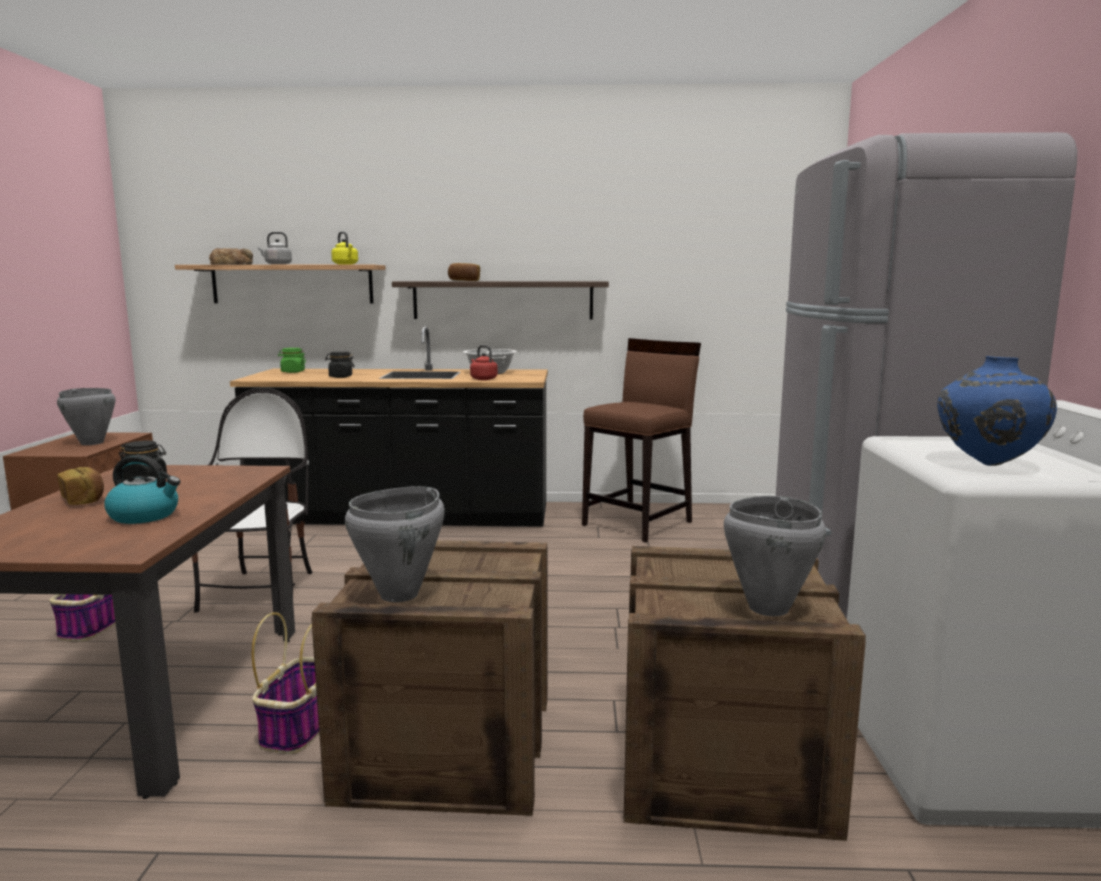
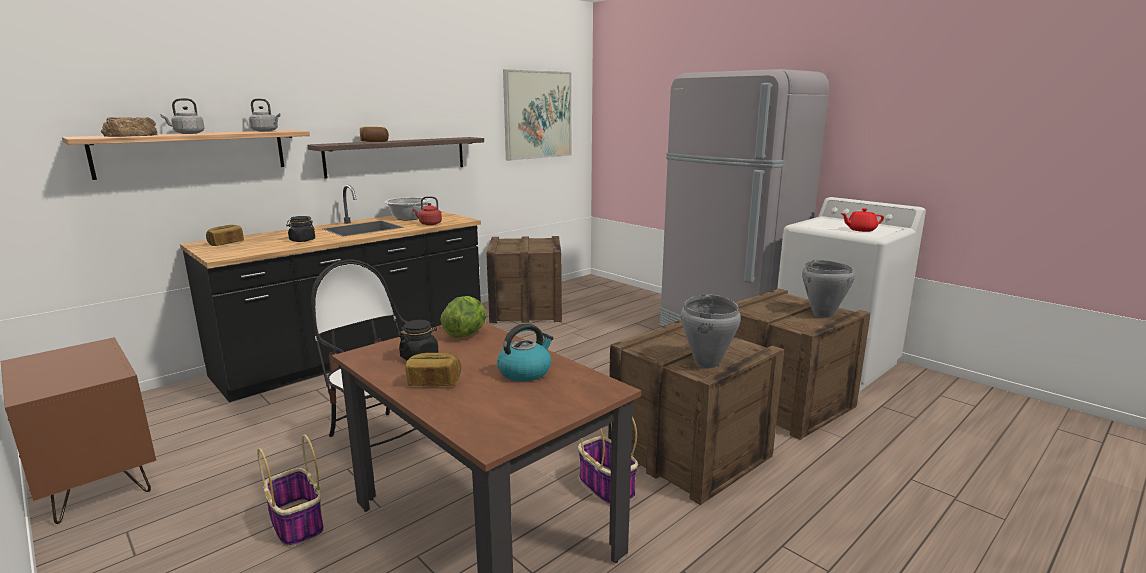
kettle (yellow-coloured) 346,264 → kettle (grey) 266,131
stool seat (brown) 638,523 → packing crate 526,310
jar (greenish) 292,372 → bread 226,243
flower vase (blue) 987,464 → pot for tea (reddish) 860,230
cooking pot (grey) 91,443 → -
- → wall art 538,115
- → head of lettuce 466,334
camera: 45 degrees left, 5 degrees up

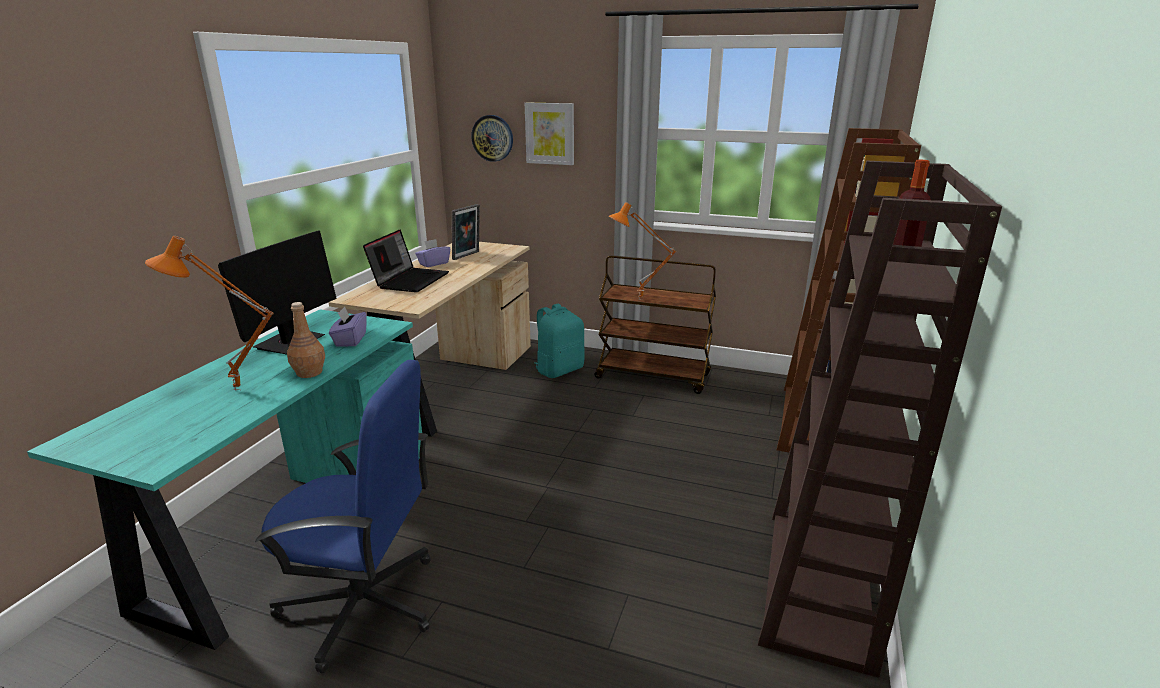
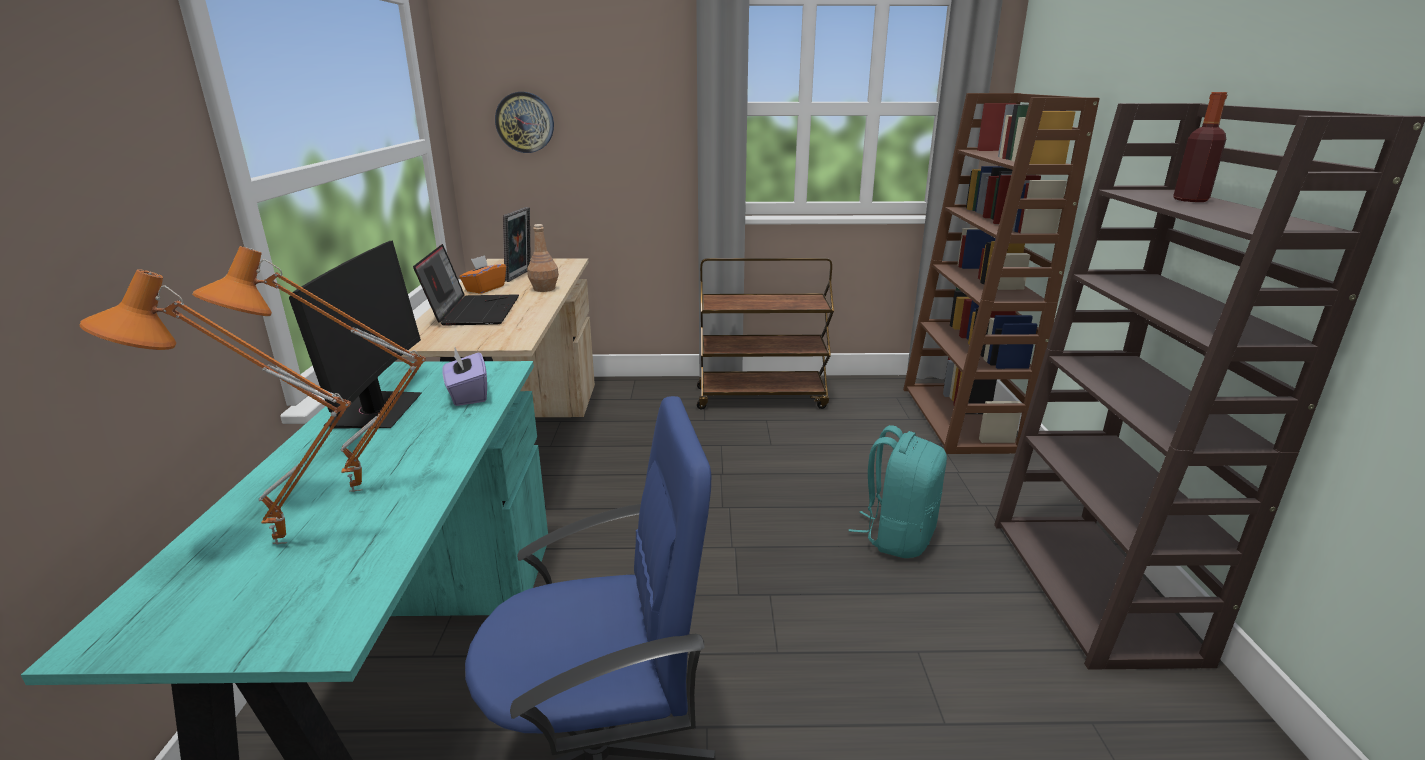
wall art 550,133 → -
table lamp (orange-coloured) 639,300 → table lamp (orange-coloured) 277,547, moved
tissue box (purplish) 433,263 → tissue box (orange-coloured) 485,288
beverage bottle (brown) 309,373 → beverage bottle (brown) 544,289, moved
rucksack (blue-green) 559,370 → rucksack (blue-green) 898,536, moved
camera: 20 degrees left, 0 degrees up

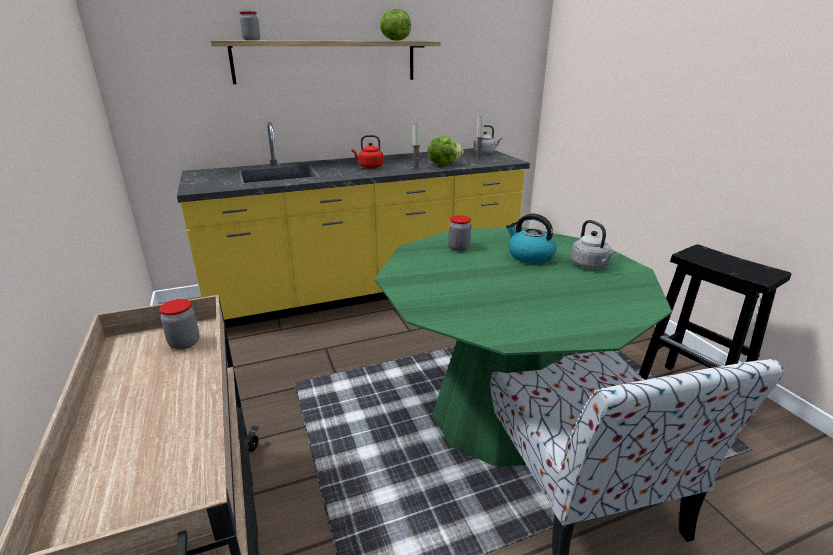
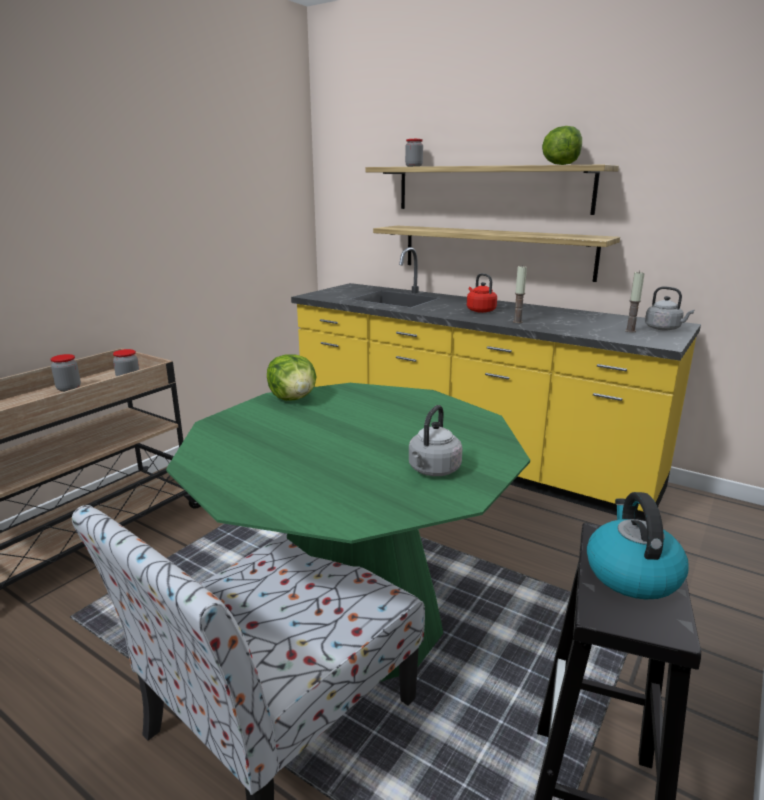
head of lettuce 443,164 → head of lettuce 293,398, moved
kettle 529,256 → kettle 631,574, moved
jar 459,248 → jar 69,388, moved
- → shelf 495,251
camera: 55 degrees right, 5 degrees down

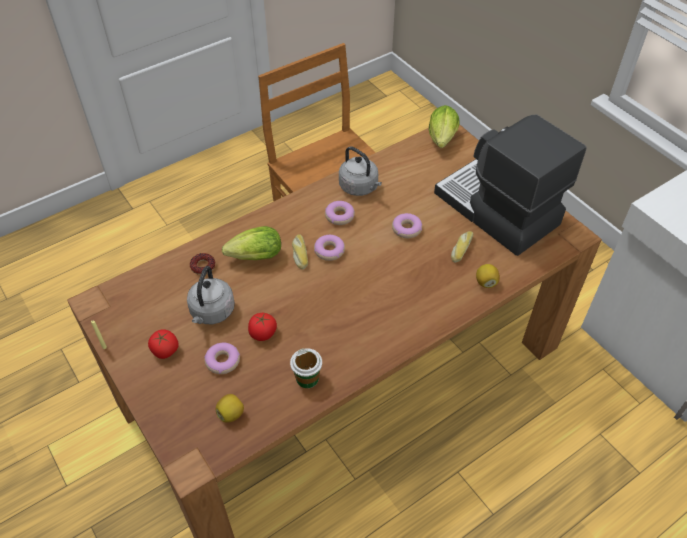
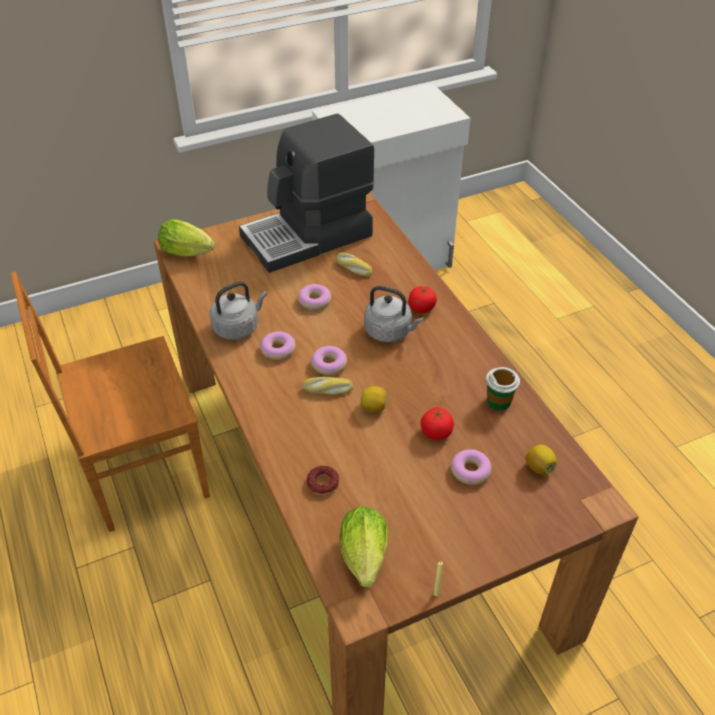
head of lettuce 253,257 → head of lettuce 364,561, moved
citrus fruit 486,282 → citrus fruit 374,407, moved
kettle (grey) 211,312 → kettle (grey) 390,332, moved
tomato 165,350 → tomato 421,308, moved
camera: 80 degrees left, 5 degrees down

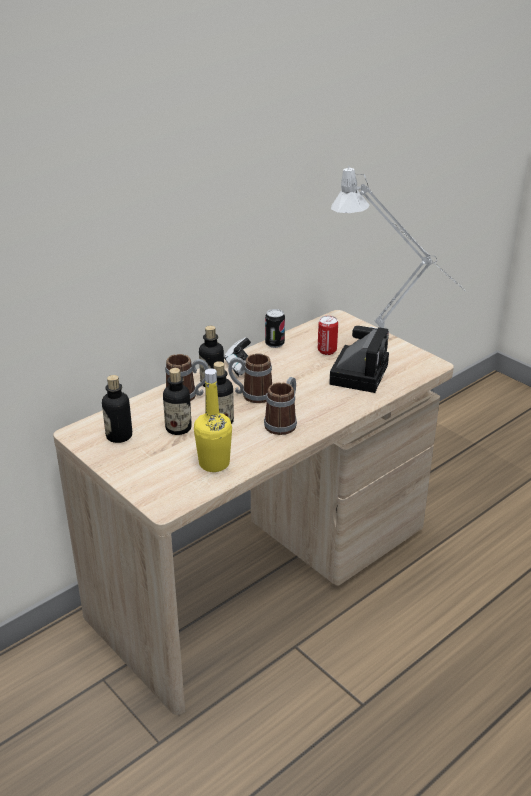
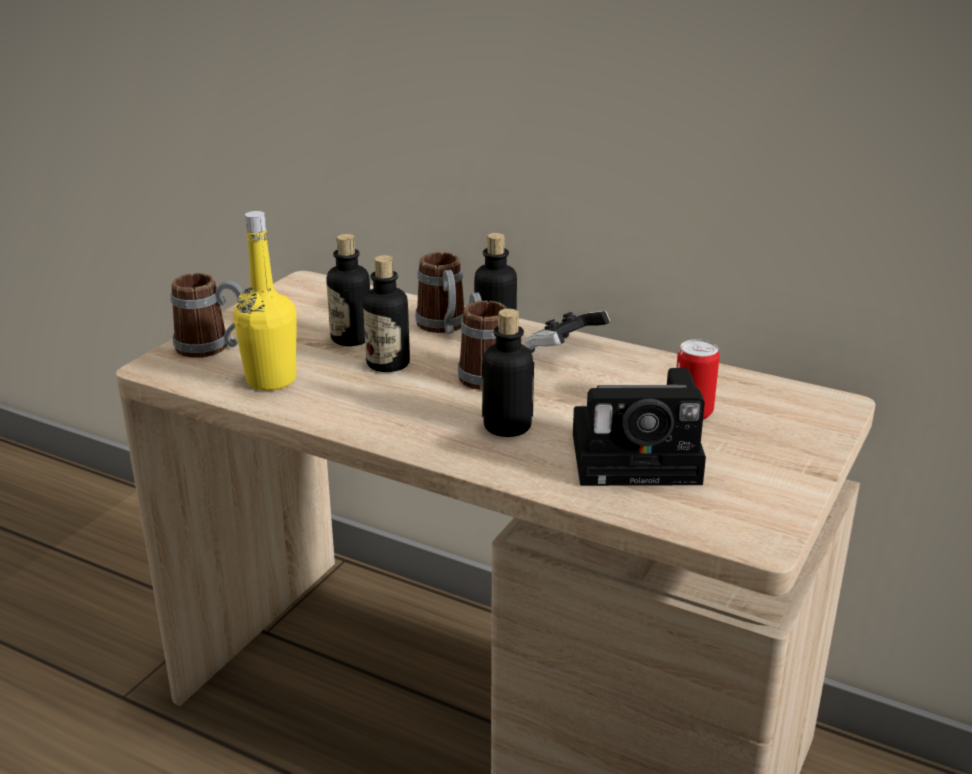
table lamp (grey) 389,345 → -
can 274,344 → -
beverage bottle 119,436 → beverage bottle 507,426, moved
tea mug 283,422 → tea mug 212,347, moved
camera: 70 degrees right, 5 degrees down

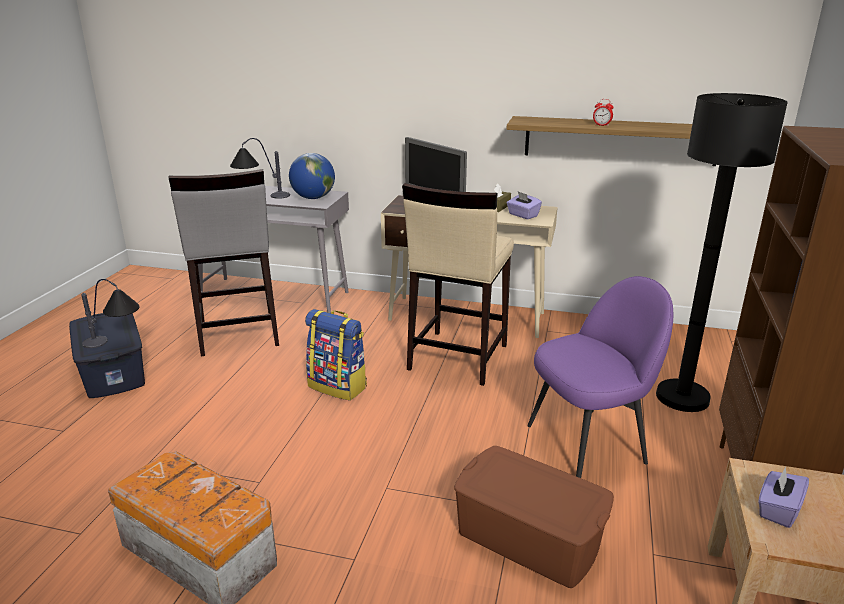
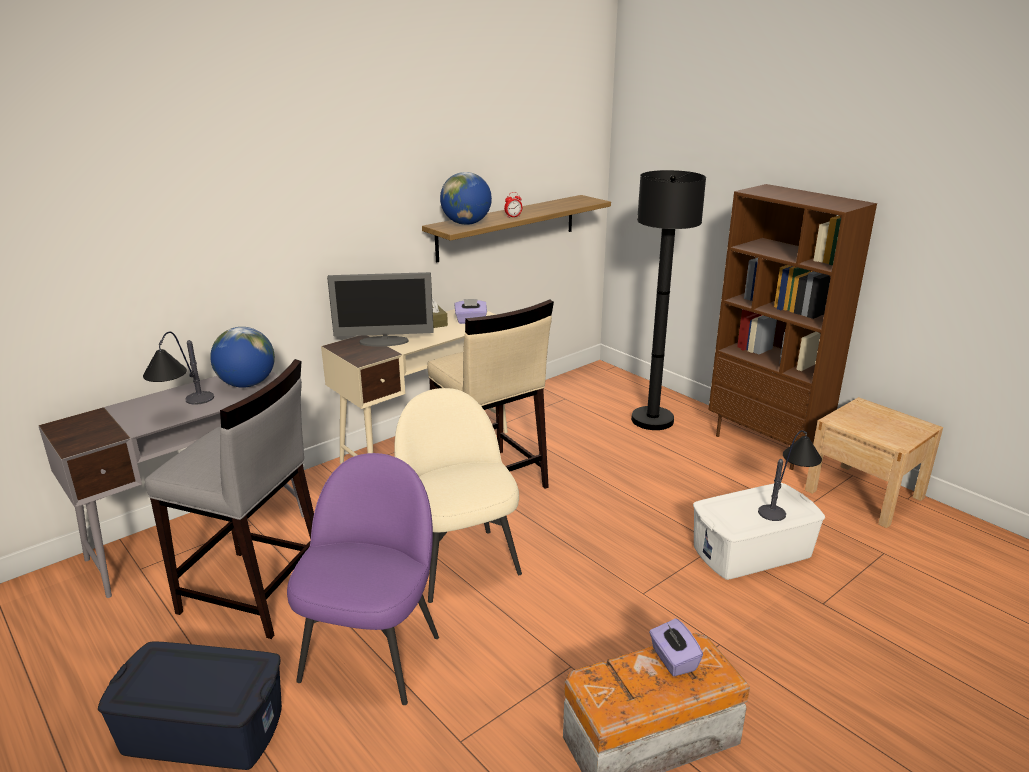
chair (purplish) 588,443 → chair (purplish) 372,655, moved
table lamp 116,345 → table lamp 786,502, moved
rucksack 338,386 → chair (sand-coloured) 459,562
storage box (brown) 528,538 → storage box (whitish) 752,551
tissue box (purplish) 778,509 → tissue box (purplish) 673,660, moved
- → desk globe 466,223
camera: 55 degrees left, 0 degrees up

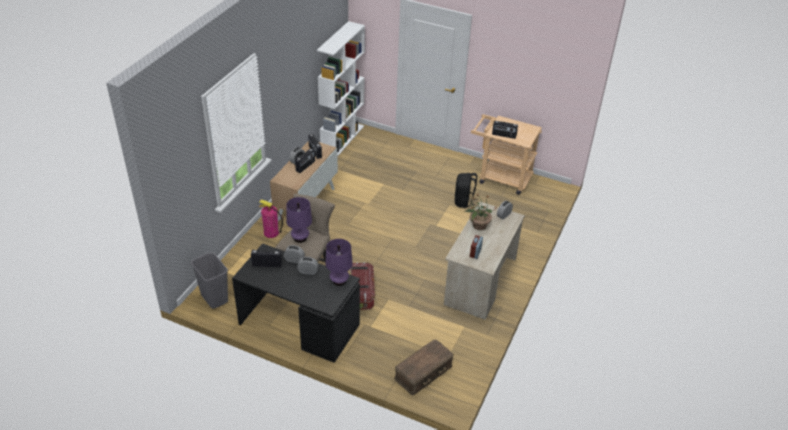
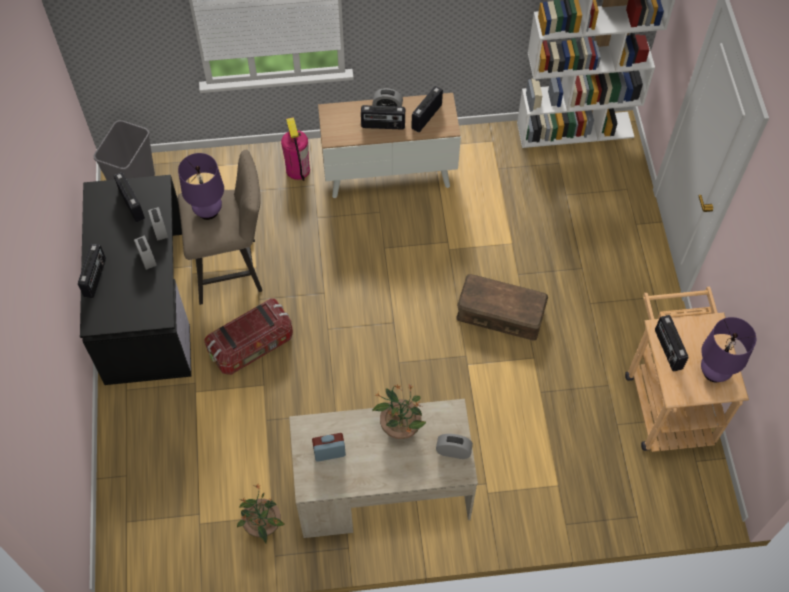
rucksack (black-coloured) 464,201 → -
table lamp (purplish) 339,281 → table lamp (purplish) 714,372, moved
storage box (brown) 423,372 → storage box (brown) 500,314, moved
- → radio 95,278
- → houseplant 263,525
camera: 60 degrees right, 20 degrees up

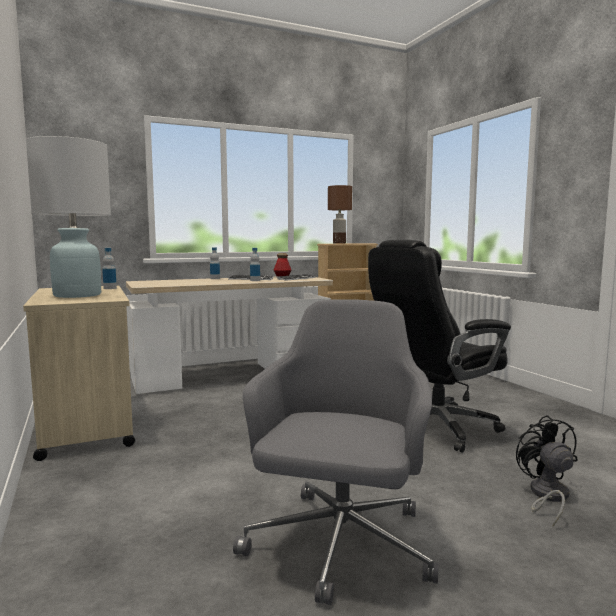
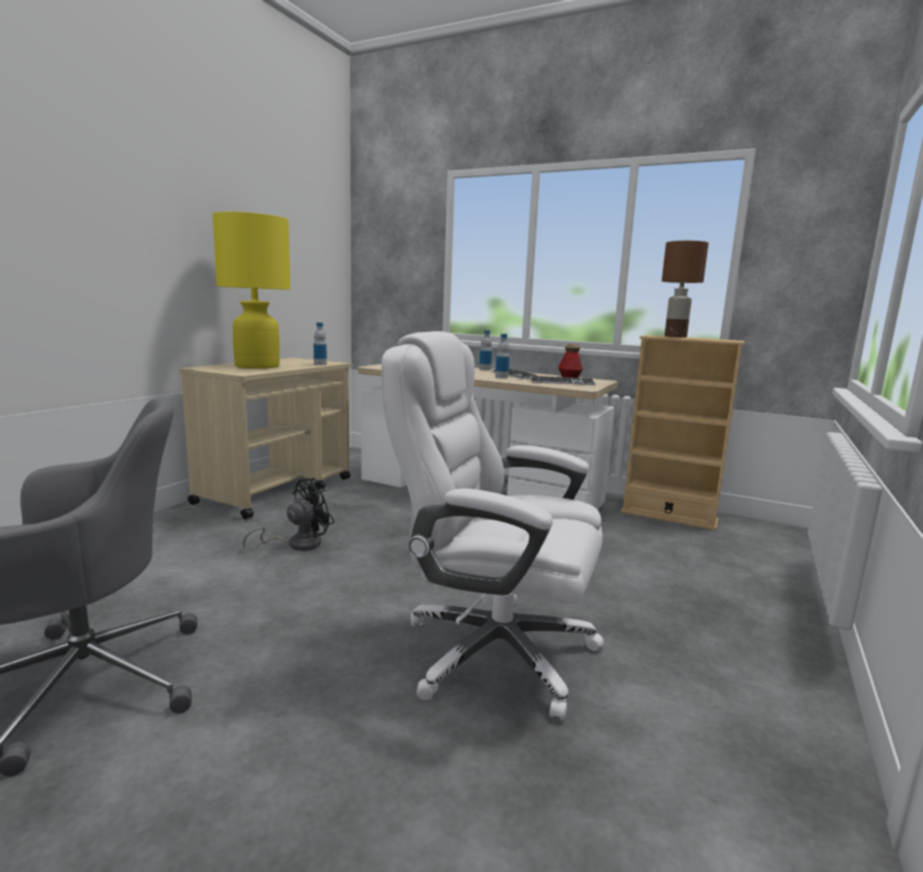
table lamp (whitish) 77,295 → table lamp (yellow-coloured) 257,366
desk chair (black-coloured) 433,427 → desk chair (whitish) 493,651
cooling fan (black-coloured) 546,496 → cooling fan (black-coloured) 297,544, moved
camera: 50 degrees right, 5 degrees up

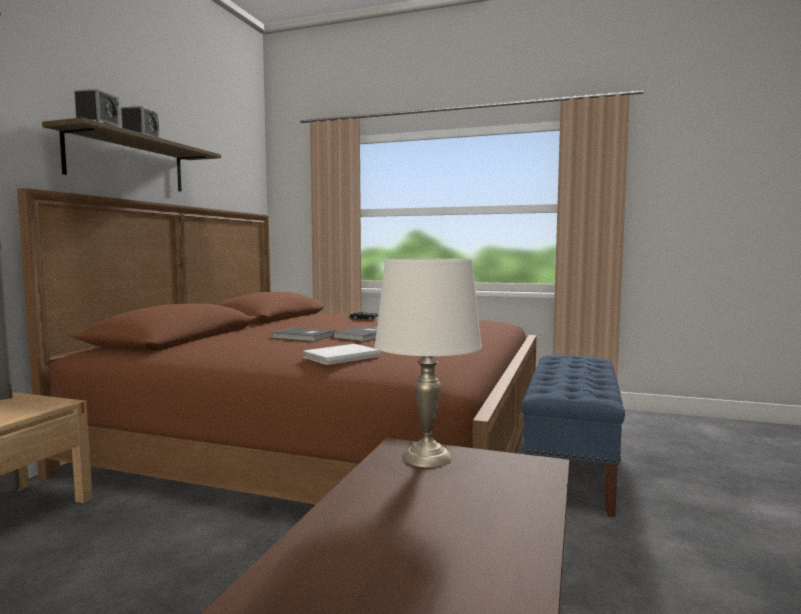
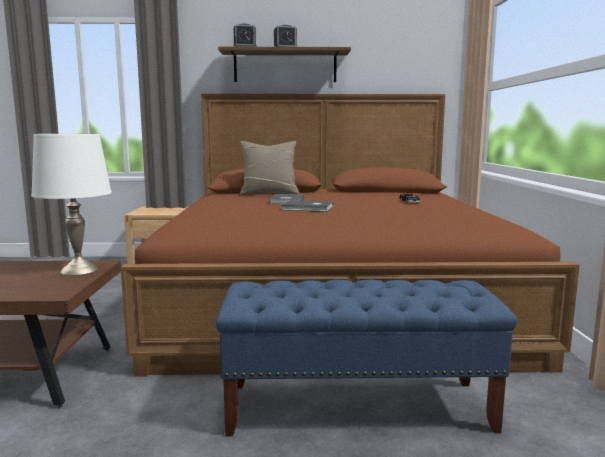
bound book (whitish) 339,356 → -
- → pillow (sand-coloured) 269,193
camera: 70 degrees right, 5 degrees up

